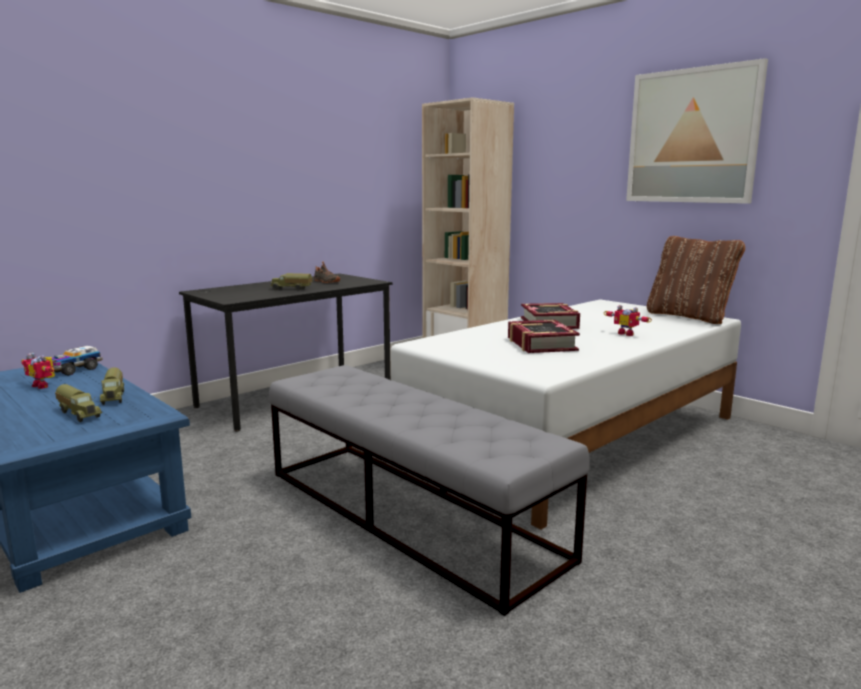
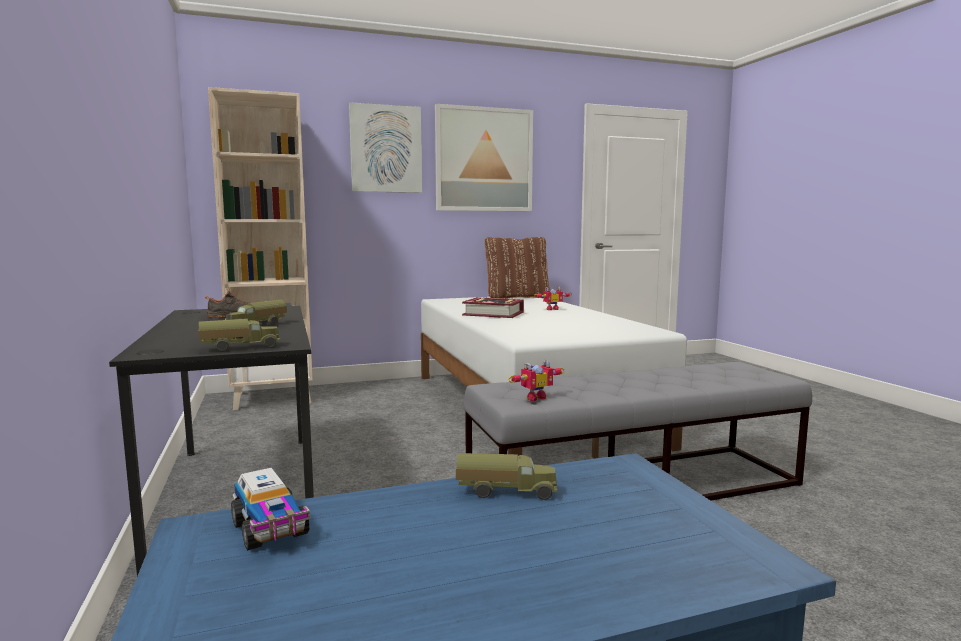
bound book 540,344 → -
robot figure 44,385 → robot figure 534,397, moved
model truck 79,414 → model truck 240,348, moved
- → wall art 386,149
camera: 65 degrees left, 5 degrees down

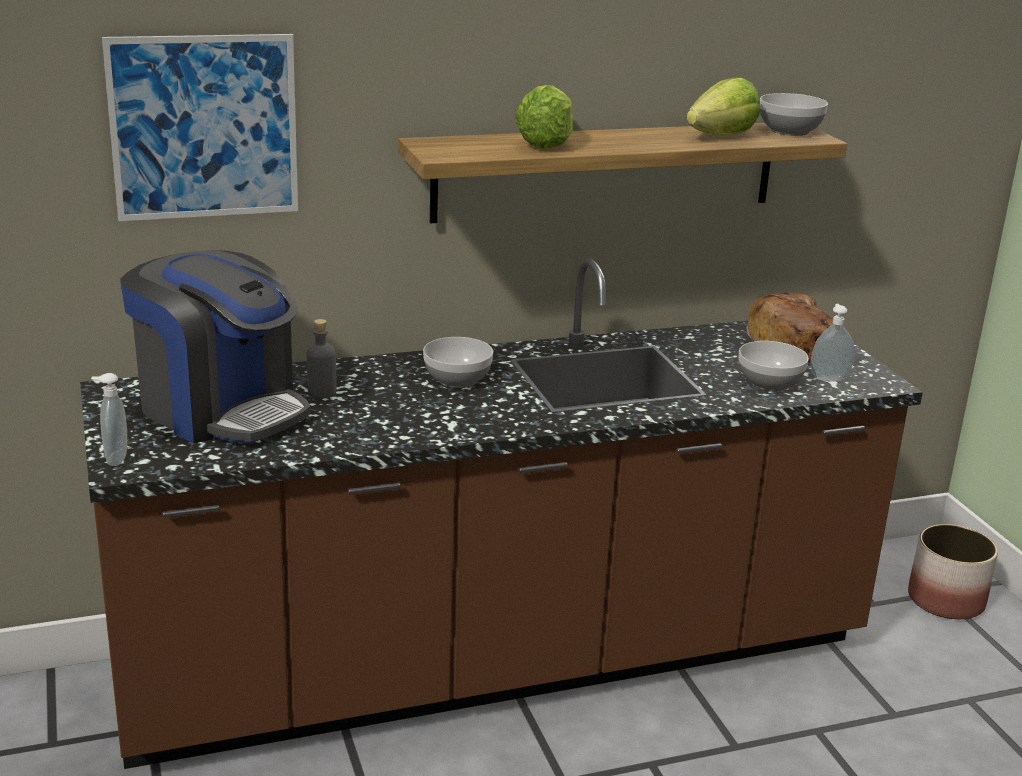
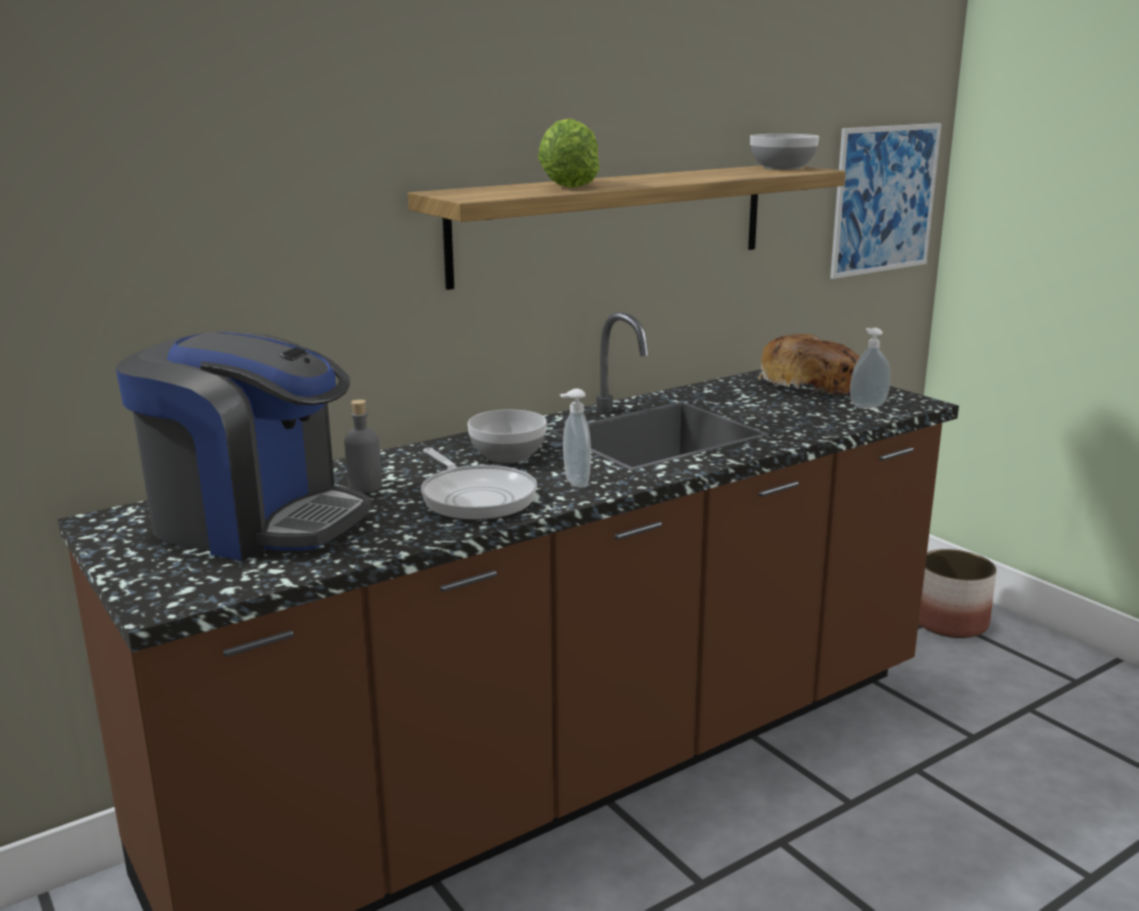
wall art 204,127 → wall art 885,199, moved
head of lettuce 721,136 → -
bowl 770,382 → -
liquid soap bottle 114,459 → liquid soap bottle 574,483, moved
- → pan 476,497
camera: 15 degrees left, 5 degrees down

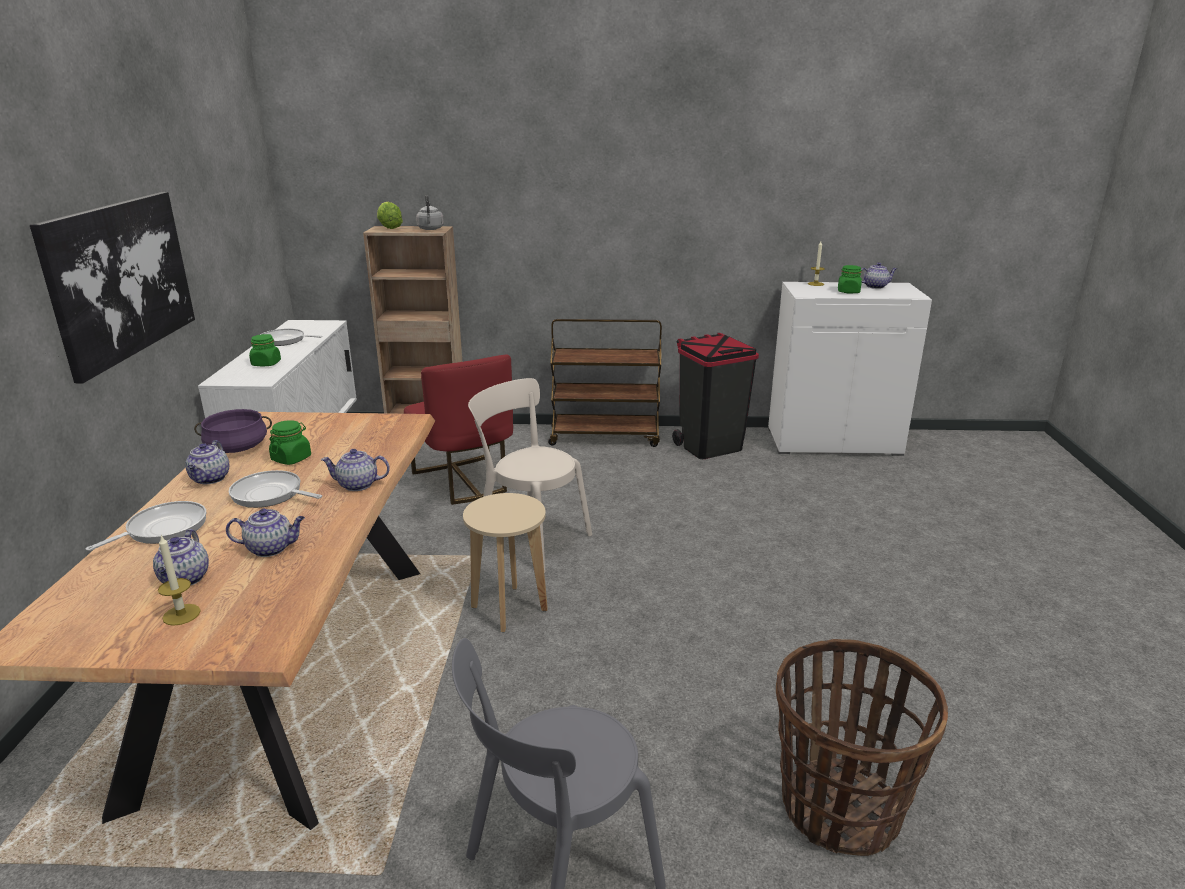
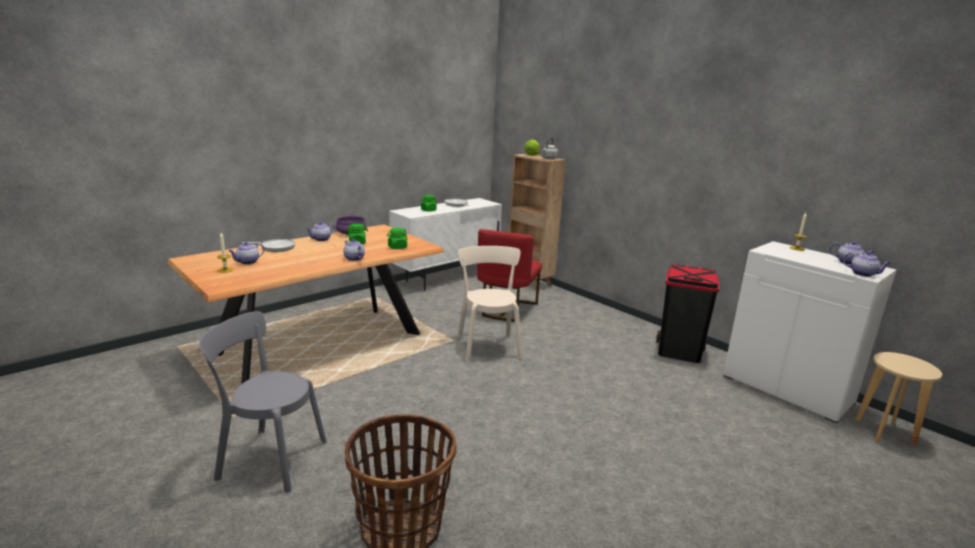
wall art 120,279 → -
jar (greenish) 848,292 → jar (greenish) 397,247, moved
wheeled cart (brown) 605,436 → -
pan 270,495 → -
stool seat (sand-coloured) 509,609 → stool seat (sand-coloured) 885,433, moved
pot for tea 271,548 → pot for tea 863,274, moved
camera: 45 degrees right, 5 degrees down

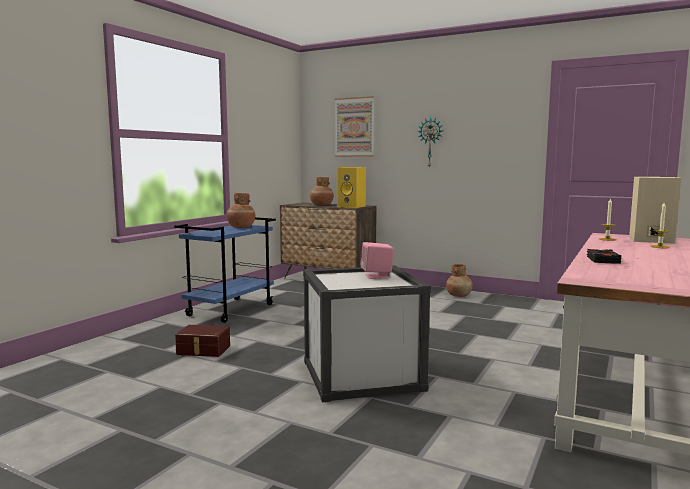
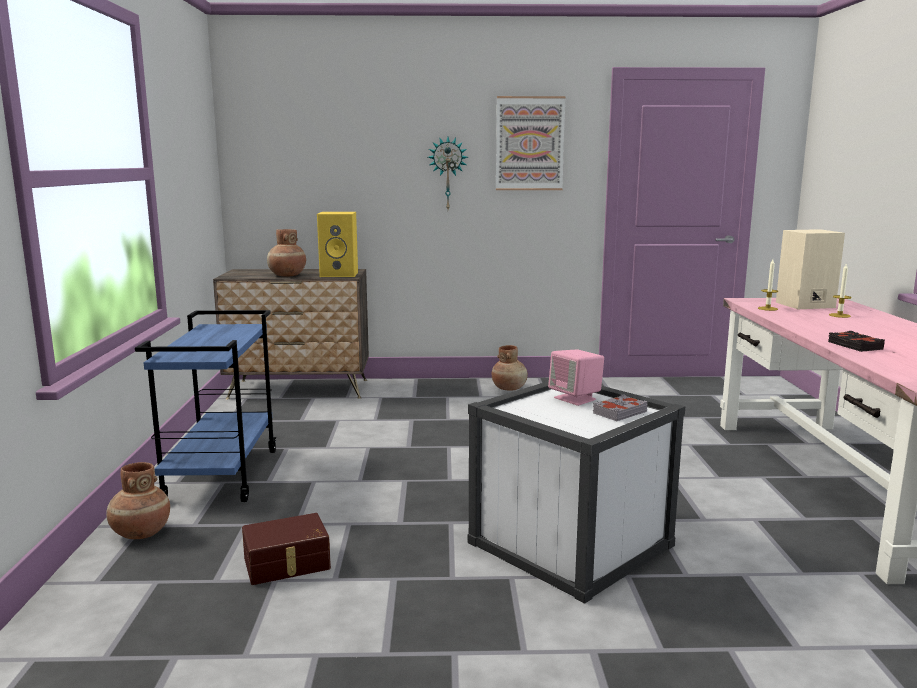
wall art 354,127 → wall art 529,144, moved
flower vase (brown) 241,227 → flower vase (brown) 140,533, moved
- → bound book (grey) 619,412
camera: 30 degrees left, 5 degrees up

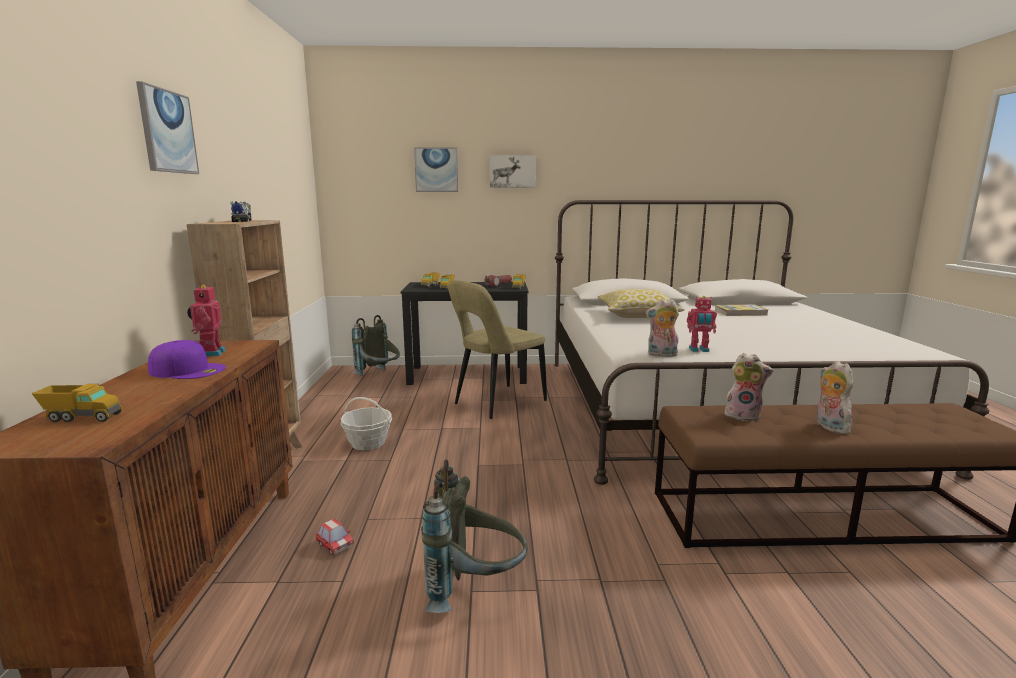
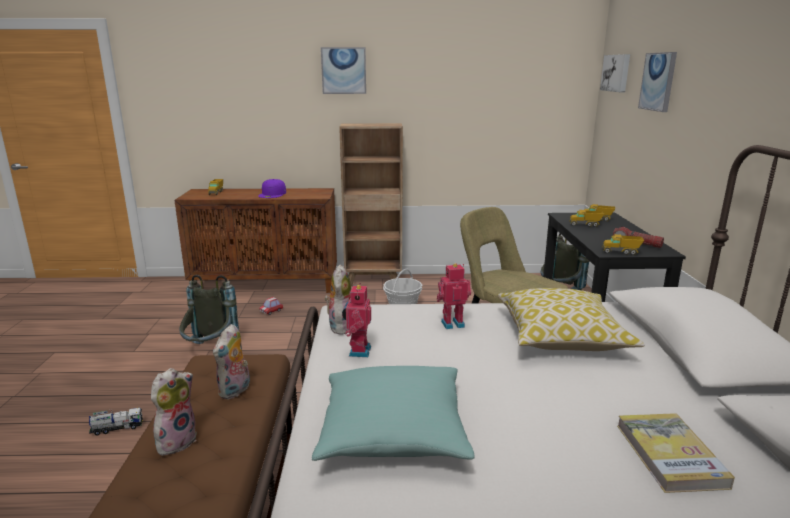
wall art 512,171 → wall art 616,73, moved
model truck 242,221 → model truck 117,428, moved
robot figure 210,353 → robot figure 452,323, moved
soft toy 829,427 → soft toy 176,440, 45 degrees counterclockwise
- → pillow (blue-green) 393,432
camera: 90 degrees right, 5 degrees up

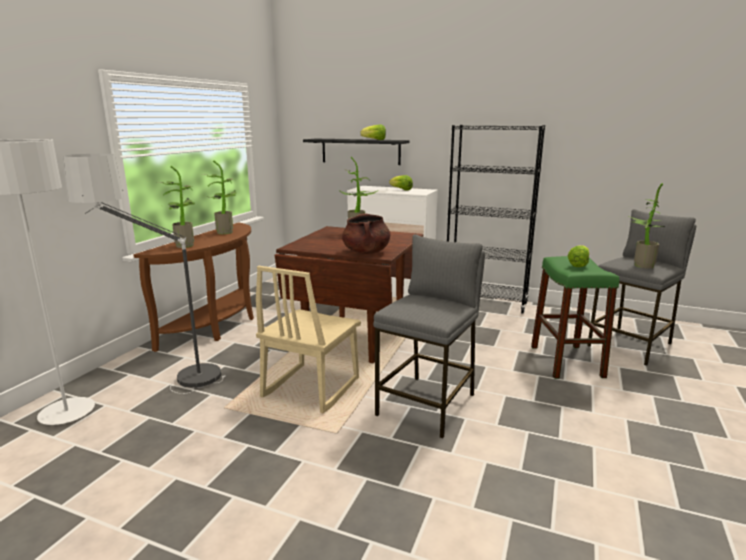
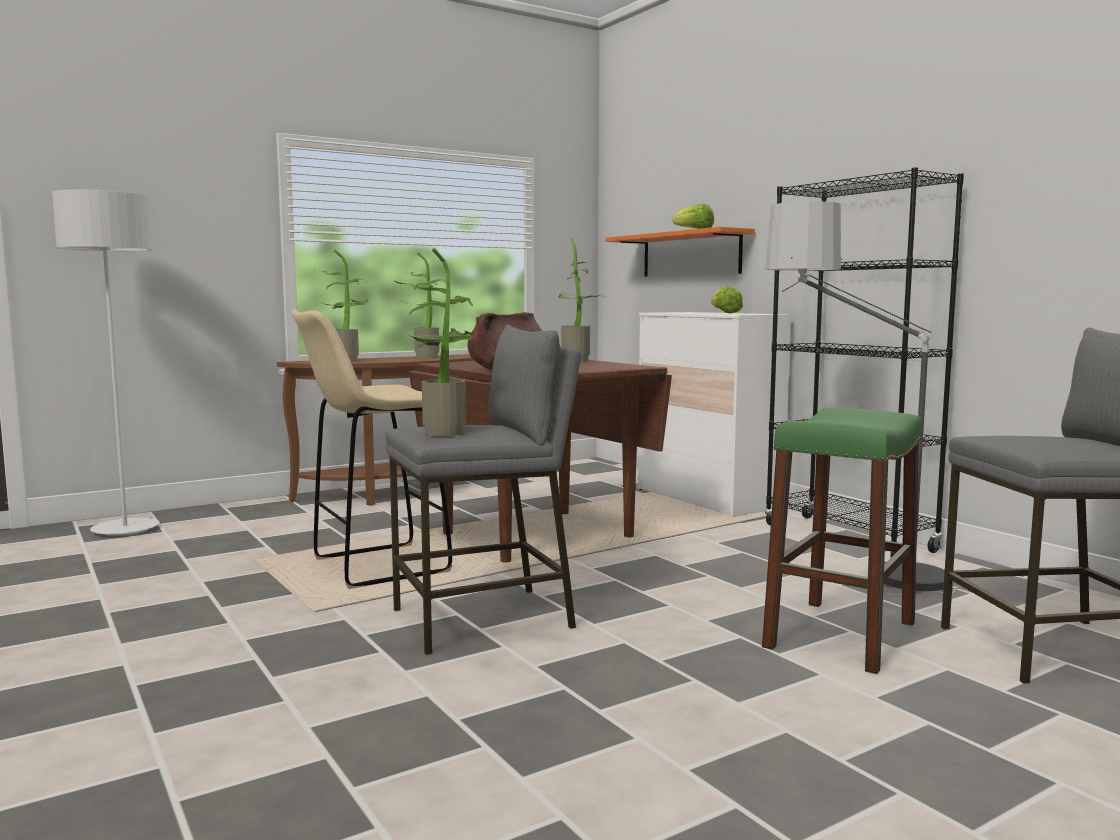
shelf (black-coloured) 360,151 → shelf (orange-coloured) 690,254
floor lamp 164,380 → floor lamp 850,573, moved
houseplant 640,265 → houseplant 442,432, moved
head of lettuce 578,264 → -
chair (sand-coloured) 310,388 → stool seat (sand-coloured) 376,566
camera: 35 degrees right, 10 degrees down

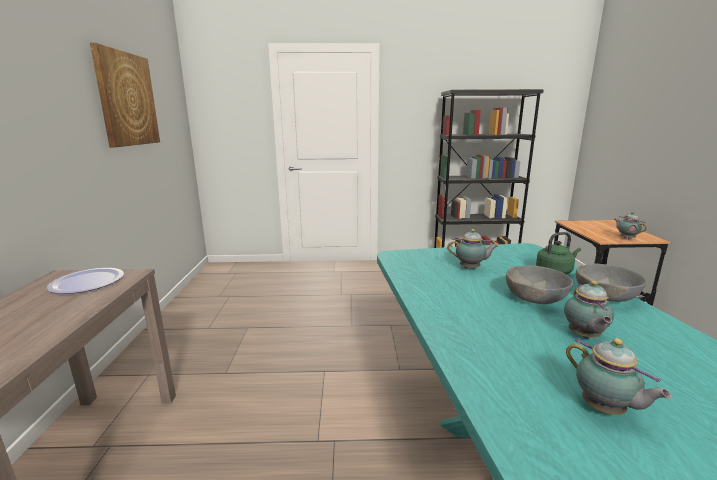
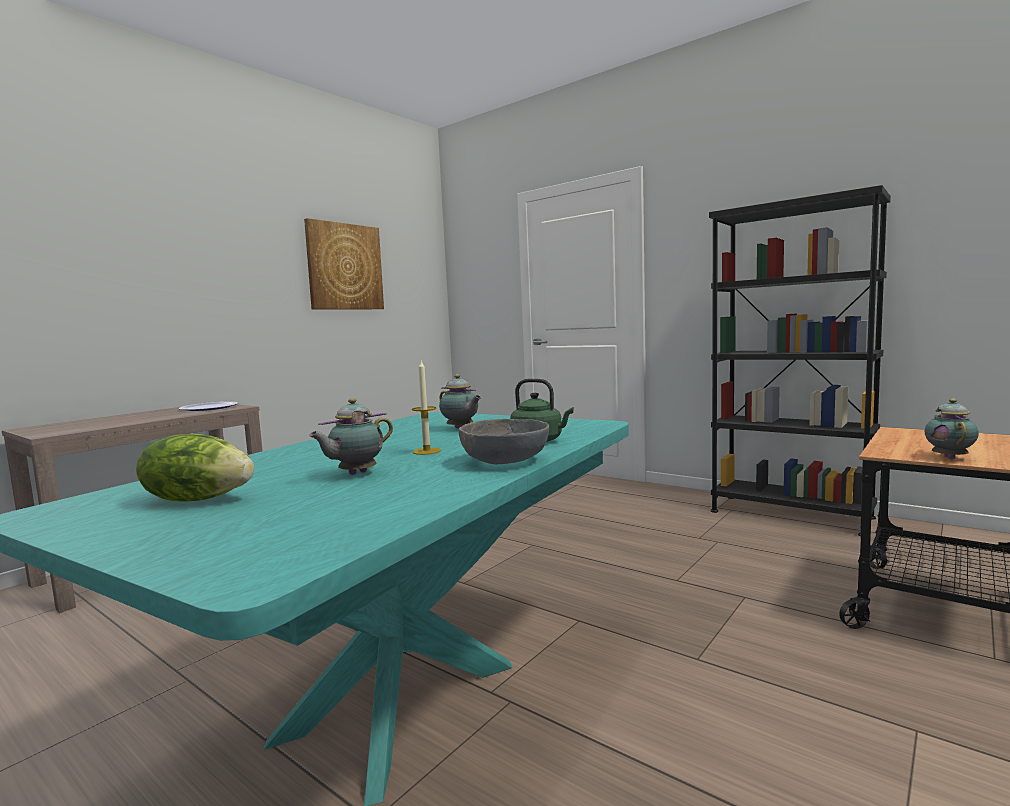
bowl (grey) 536,298 → candle 426,451
pot for tea 605,410 → head of lettuce 198,499
camera: 40 degrees right, 10 degrees down

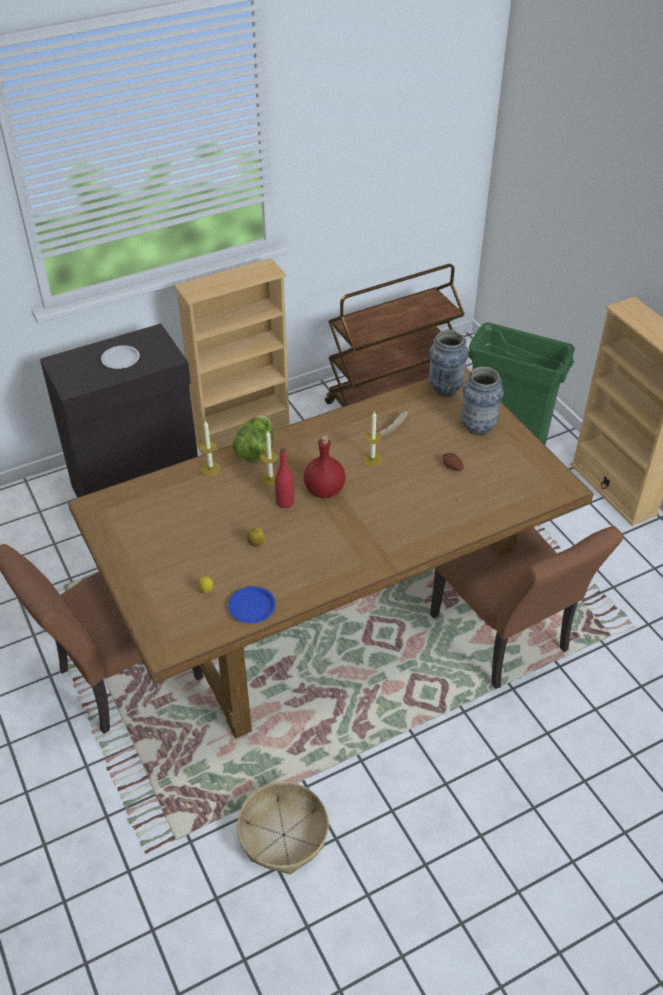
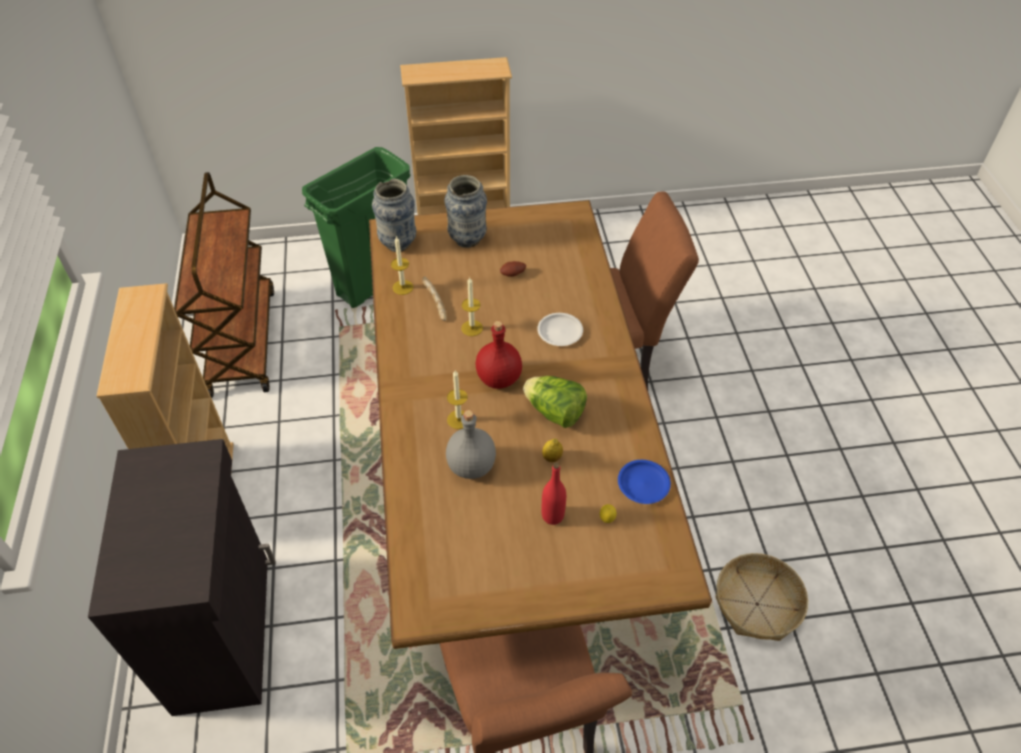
plate (whitish) 120,360 → plate (whitish) 560,332, moved
head of lettuce 256,451 → head of lettuce 554,412, moved
candle 210,469 → candle 403,287, moved
beverage bottle (reddish) 285,502 → beverage bottle (reddish) 552,516, moved
- → beverage bottle (grey) 472,465
camera: 70 degrees left, 5 degrees up

